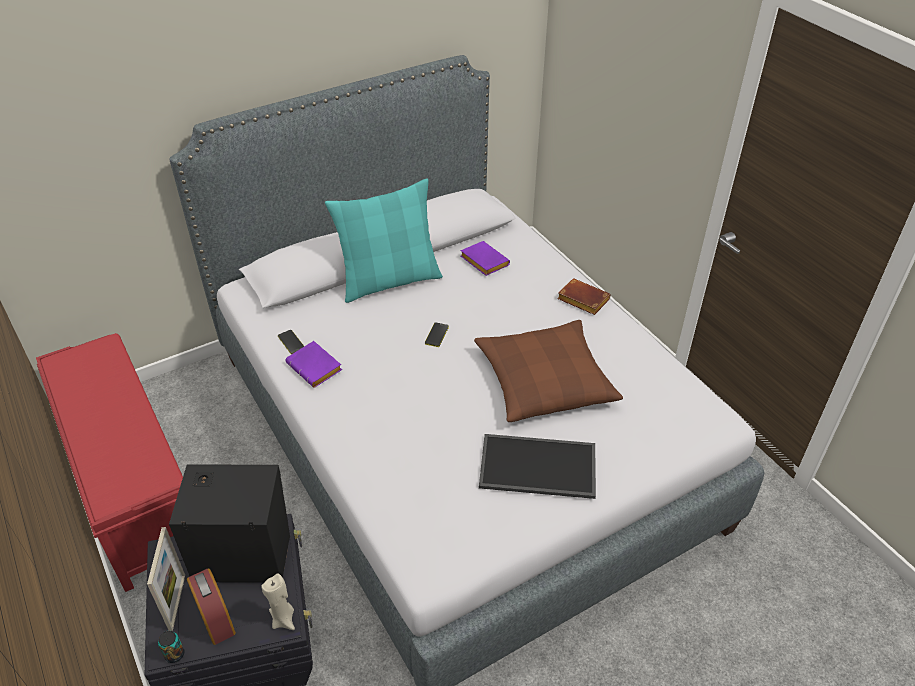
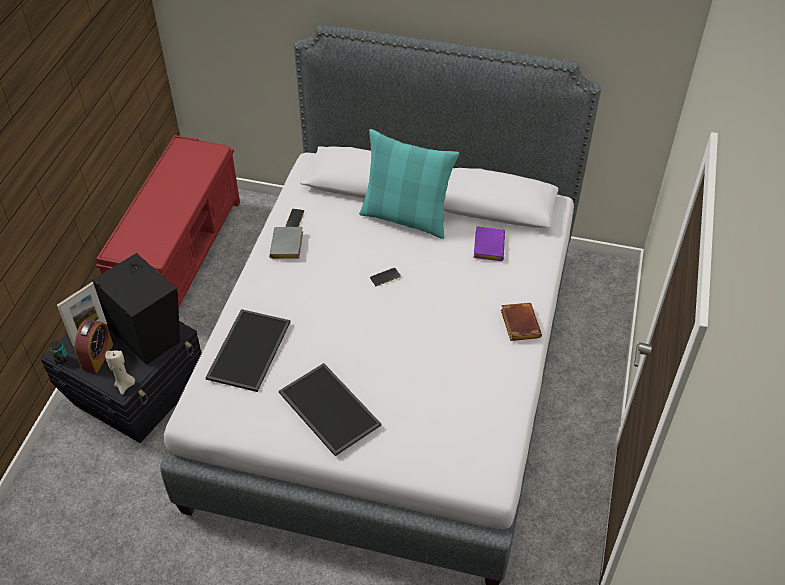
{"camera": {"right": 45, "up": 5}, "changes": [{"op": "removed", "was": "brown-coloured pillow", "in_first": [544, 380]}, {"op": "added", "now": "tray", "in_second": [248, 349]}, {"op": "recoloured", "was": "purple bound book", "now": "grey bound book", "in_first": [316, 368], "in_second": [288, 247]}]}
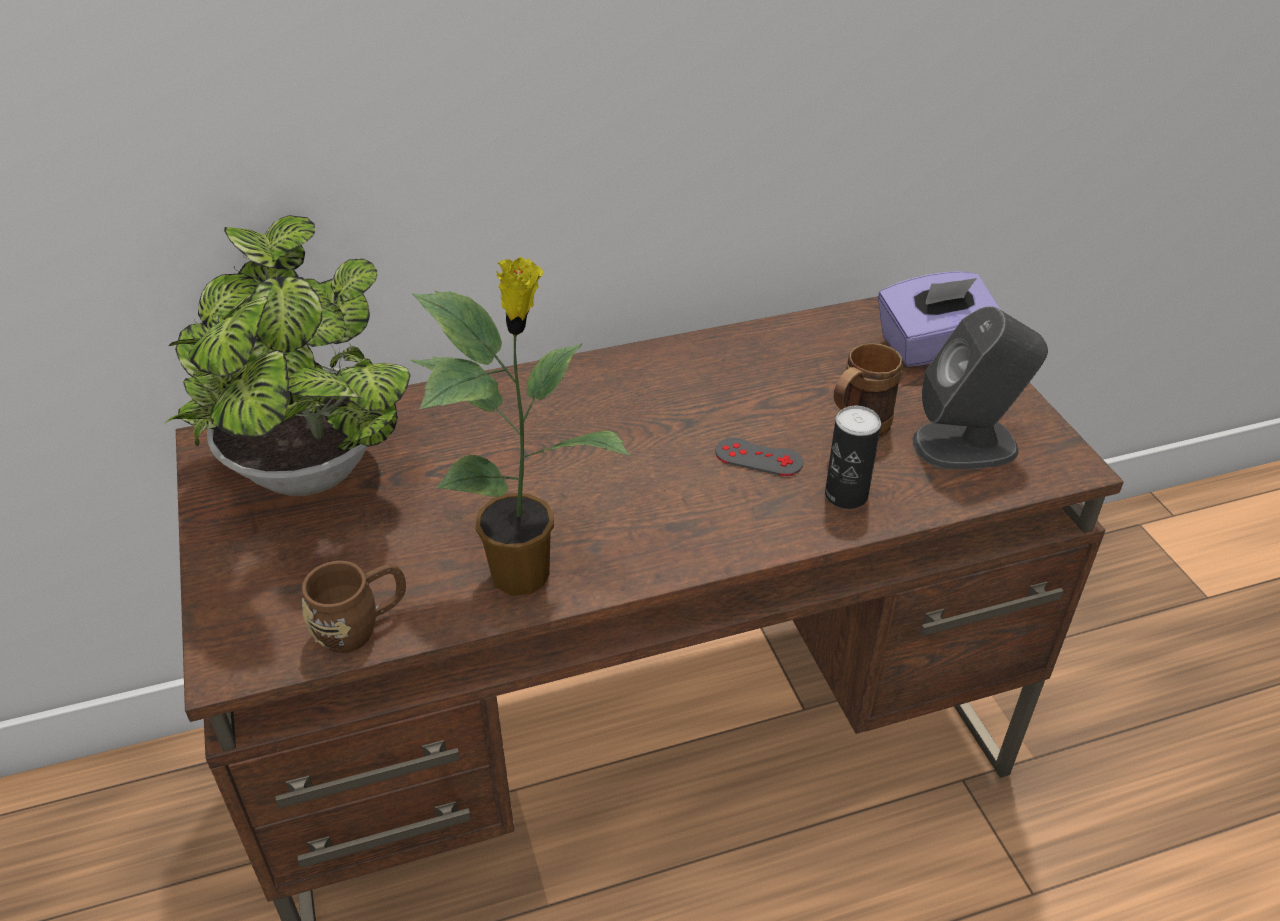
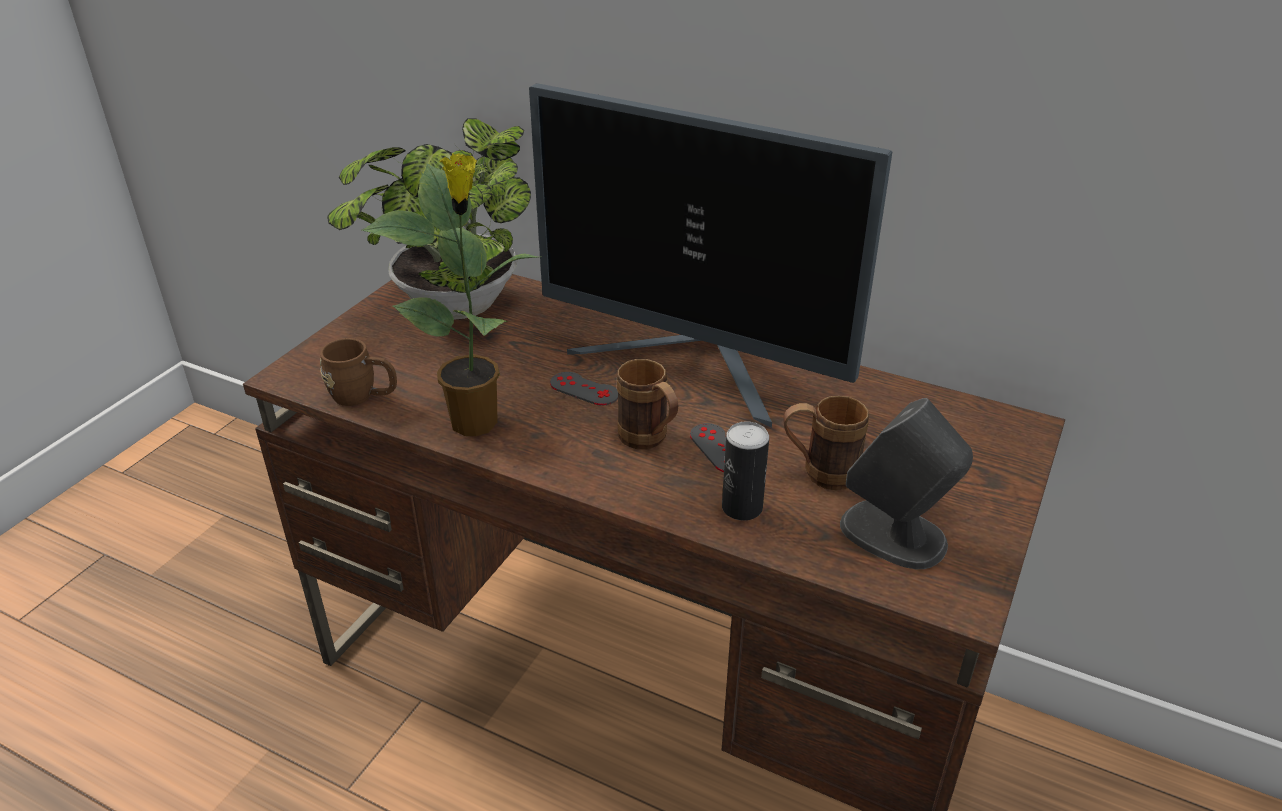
{"camera": {"right": 45, "up": -5}, "changes": [{"op": "removed", "was": "purple tissue holder", "in_first": [933, 347]}, {"op": "added", "now": "computer screen", "in_second": [694, 368]}, {"op": "added", "now": "grey joypad", "in_second": [584, 389]}, {"op": "added", "now": "brown-coloured coffee mug", "in_second": [649, 441]}]}
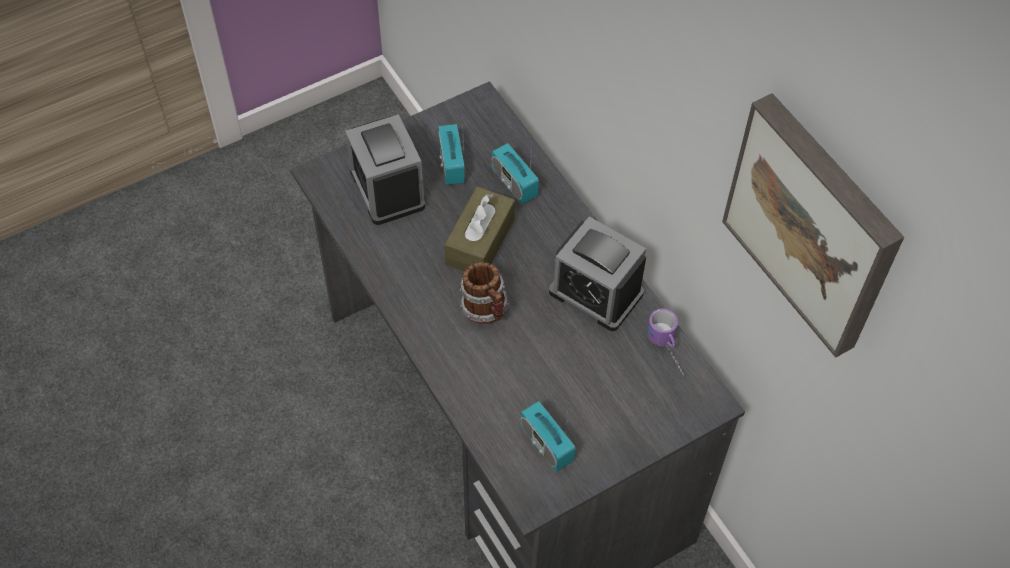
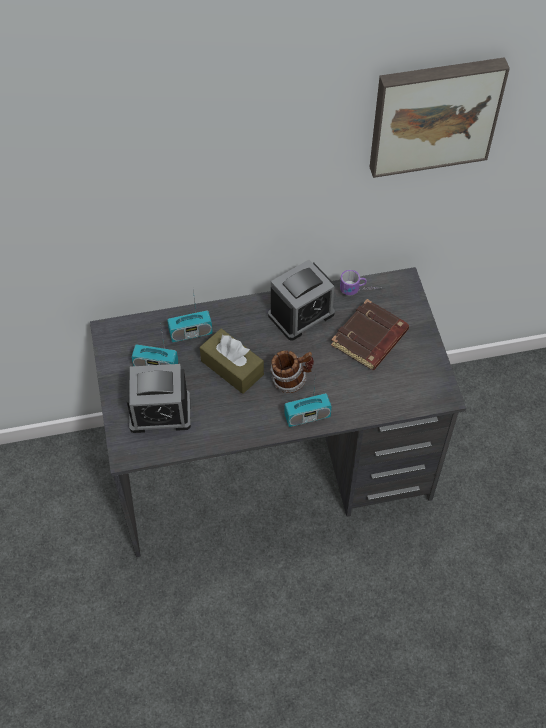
{"camera": {"right": -70, "up": 0}, "changes": [{"op": "added", "now": "brown-coloured bound book", "in_second": [370, 339]}, {"op": "moved", "was": "radio set", "in_first": [546, 444], "in_second": [307, 416]}]}
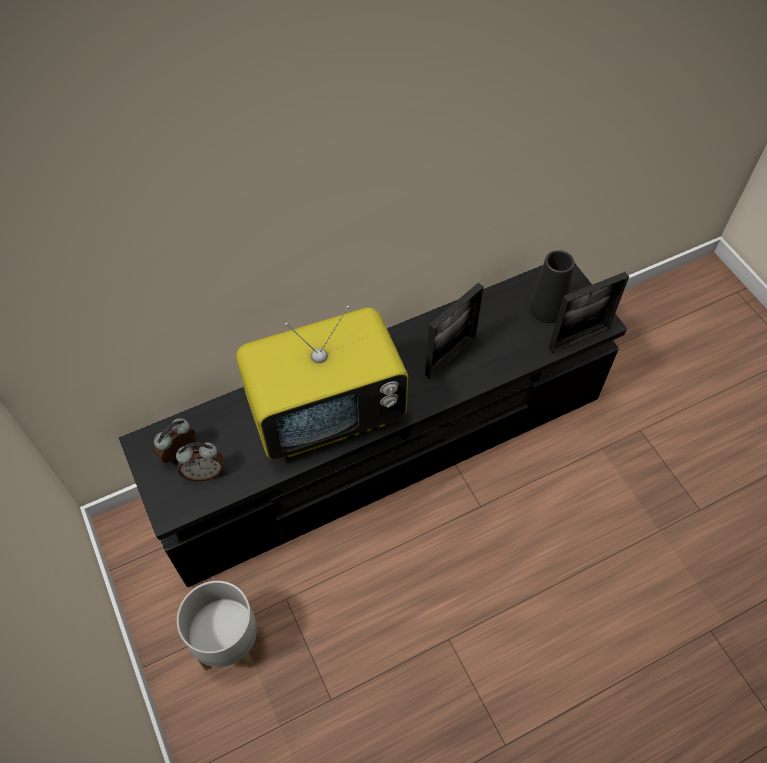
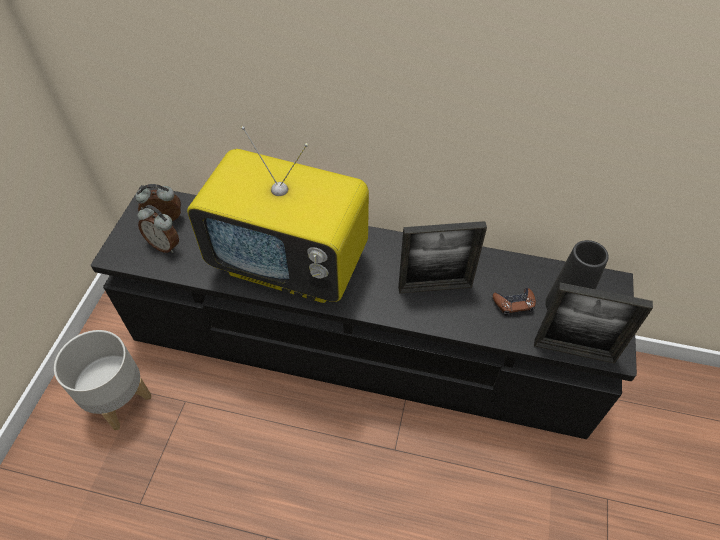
{"camera": {"right": 40, "up": -5}, "changes": [{"op": "added", "now": "brown-coloured joypad", "in_second": [514, 303]}]}
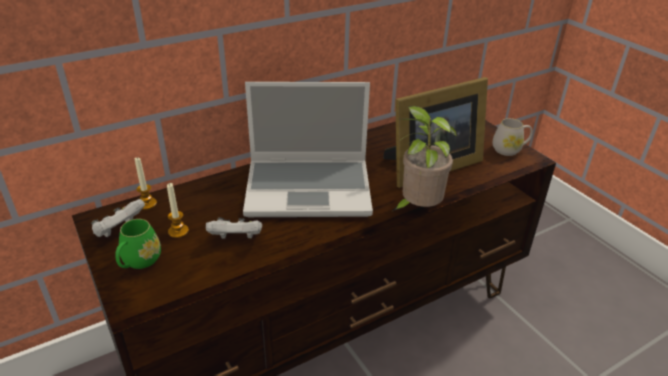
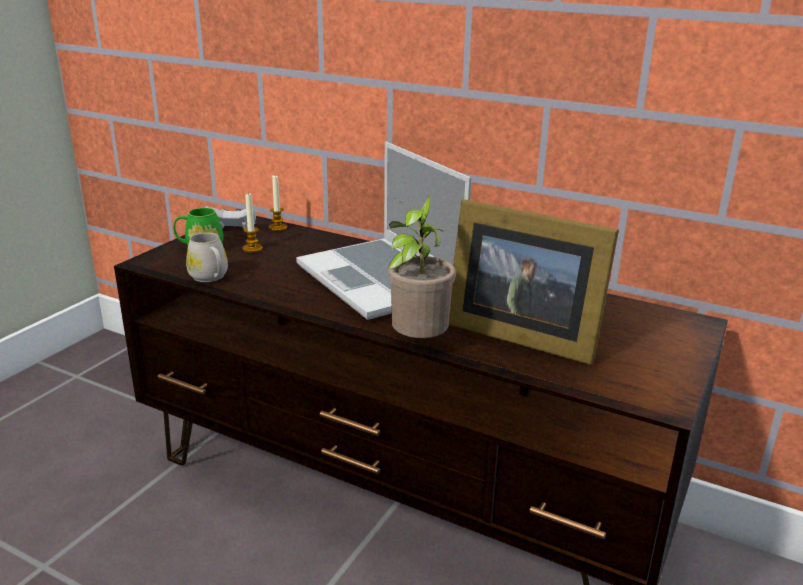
{"camera": {"right": 60, "up": -10}, "changes": [{"op": "removed", "was": "whitish joypad", "in_first": [236, 239]}, {"op": "moved", "was": "whitish coffee mug", "in_first": [510, 149], "in_second": [210, 278]}]}
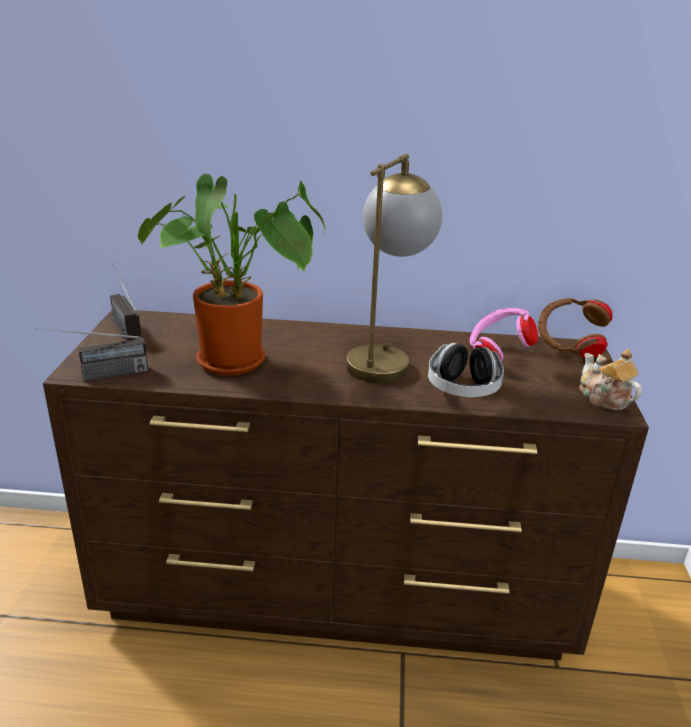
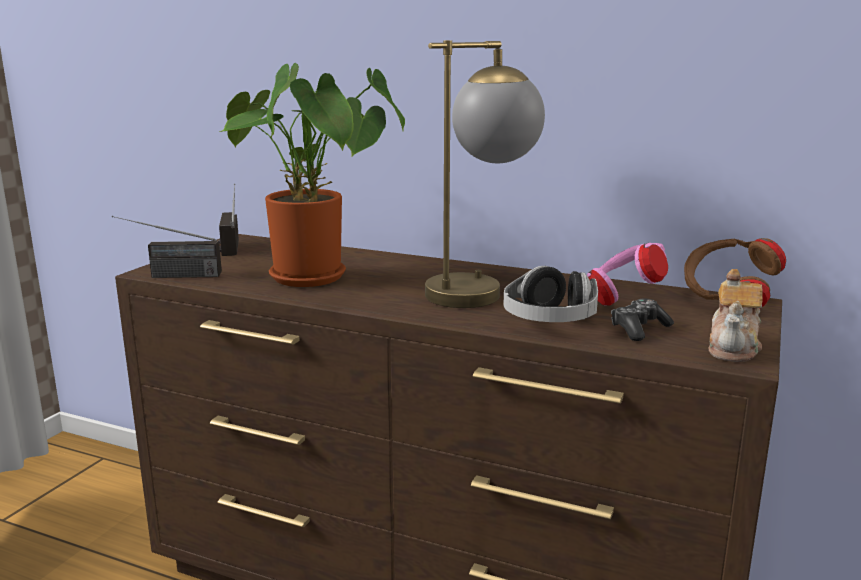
{"camera": {"right": 20, "up": -10}, "changes": [{"op": "added", "now": "joypad", "in_second": [639, 329]}, {"op": "turned", "was": "tea pot", "in_first": [603, 398], "in_second": [733, 348], "clockwise": -150}]}
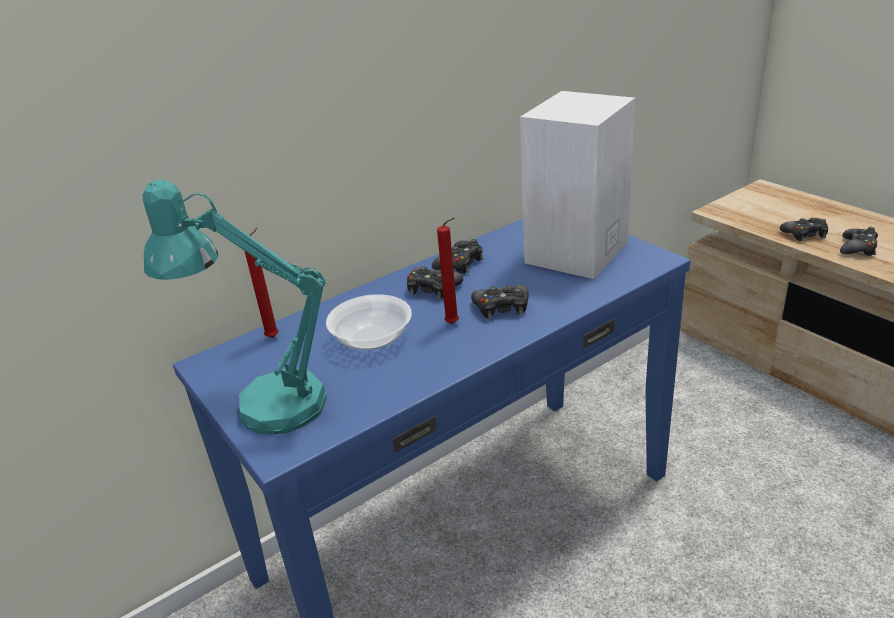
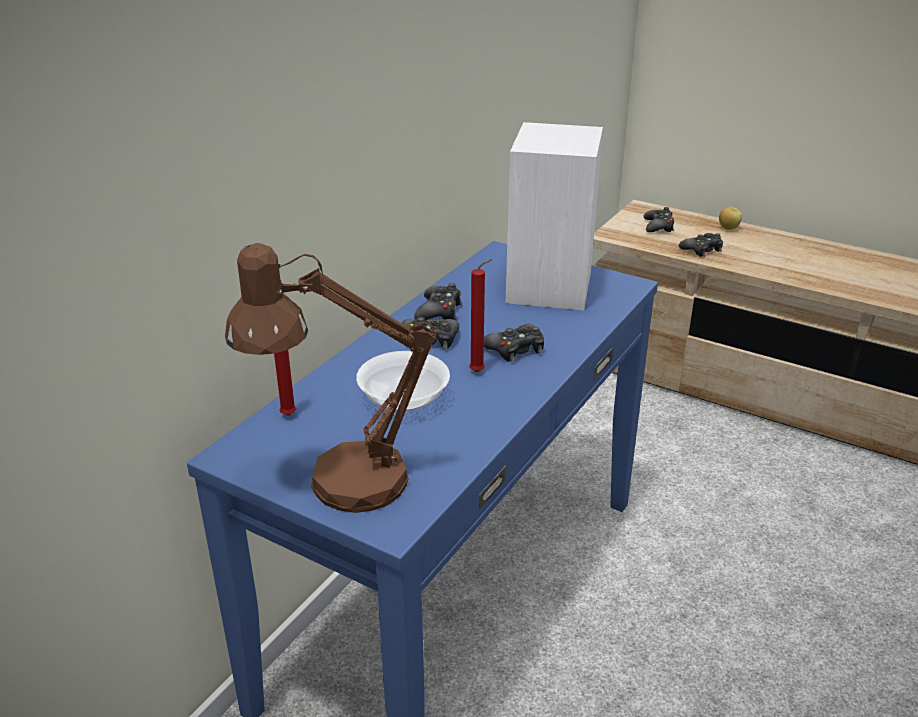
{"camera": {"right": -25, "up": 0}, "changes": [{"op": "added", "now": "apple", "in_second": [728, 228]}, {"op": "moved", "was": "blackish joypad", "in_first": [858, 248], "in_second": [658, 227]}, {"op": "recoloured", "was": "turquoise table lamp", "now": "brown-coloured table lamp", "in_first": [265, 404], "in_second": [338, 483]}]}
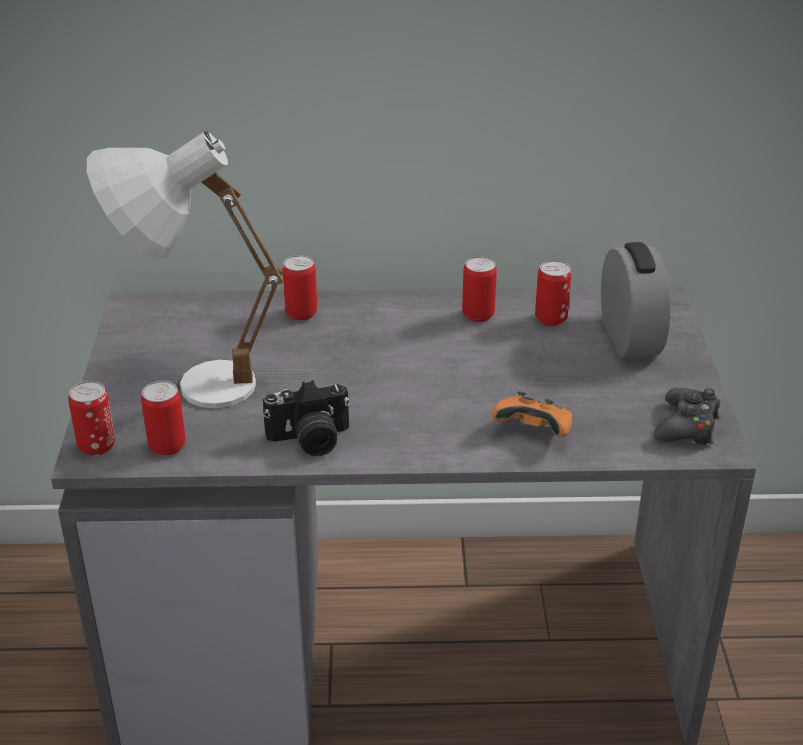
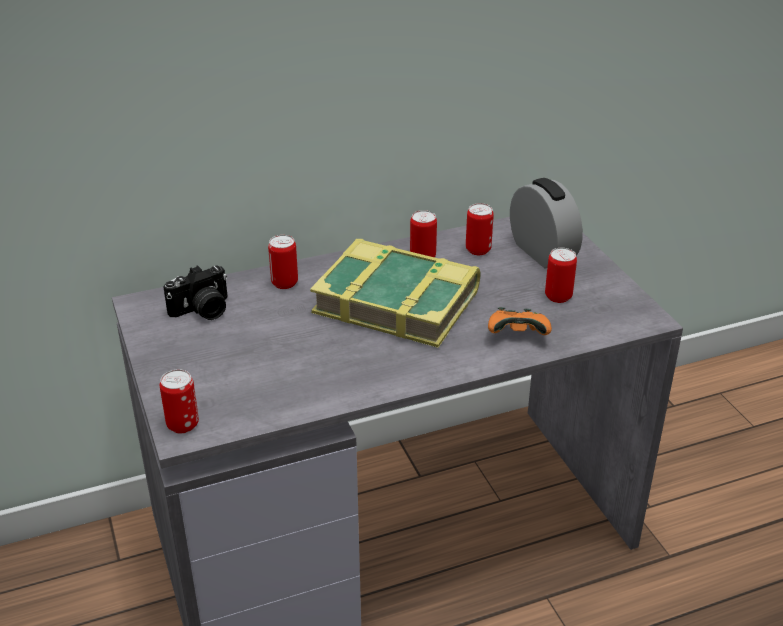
{"camera": {"right": -20, "up": 0}, "changes": [{"op": "removed", "was": "whitish table lamp", "in_first": [189, 384]}, {"op": "removed", "was": "blackish joypad", "in_first": [687, 426]}, {"op": "added", "now": "bound book", "in_second": [397, 301]}, {"op": "moved", "was": "metal can", "in_first": [167, 446], "in_second": [558, 296]}, {"op": "moved", "was": "still camera", "in_first": [310, 440], "in_second": [202, 311]}]}
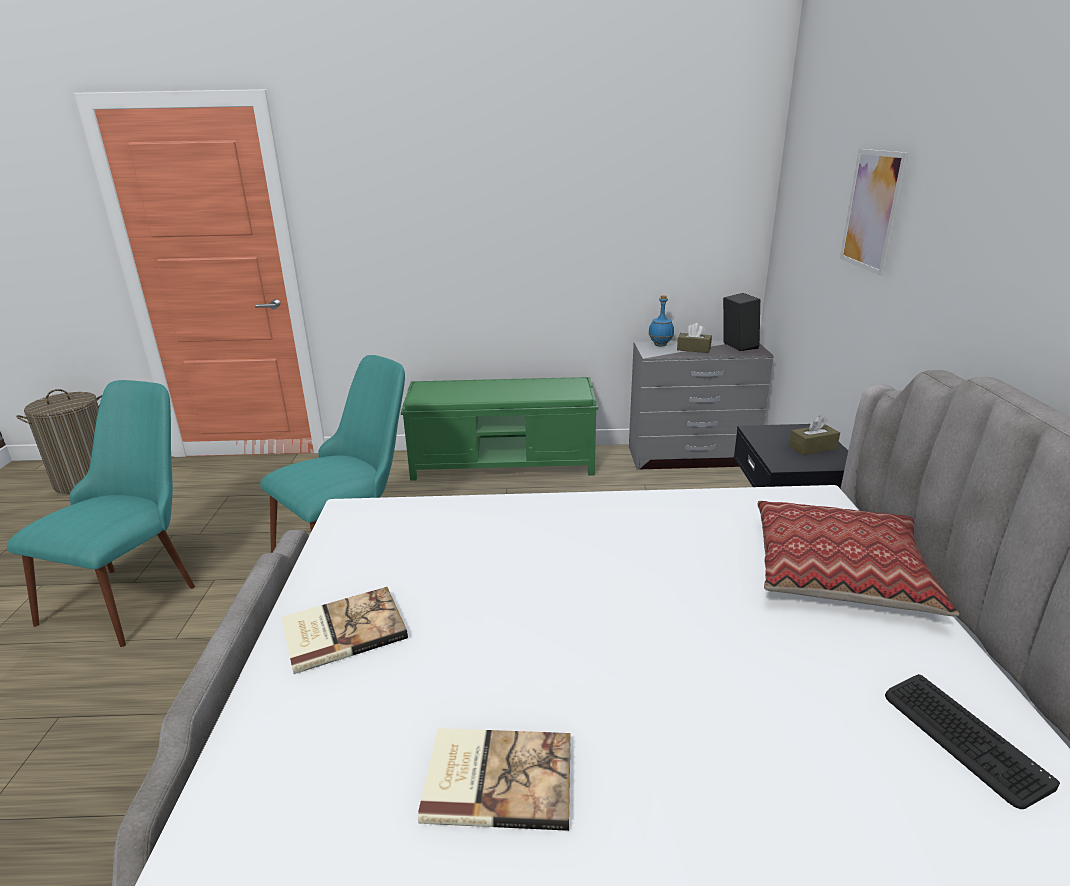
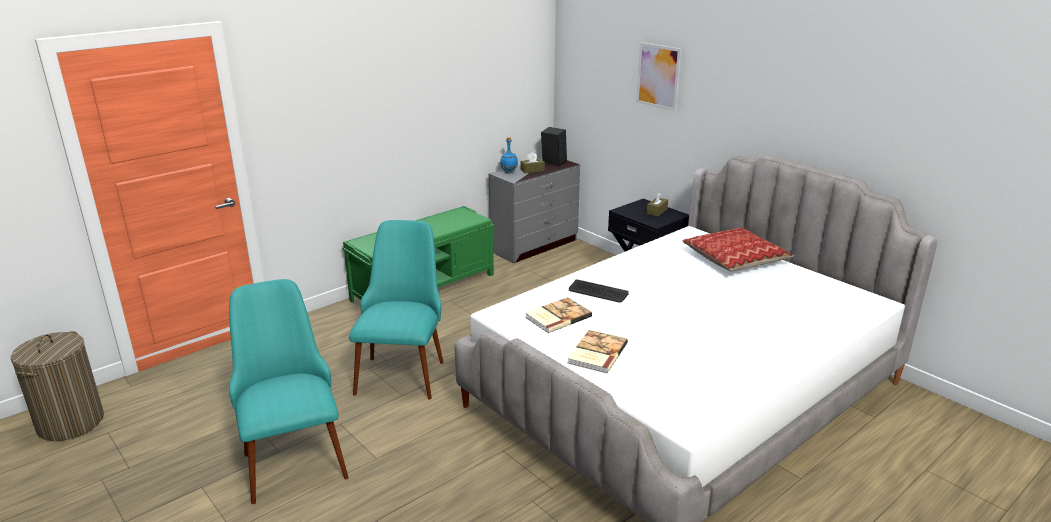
{"camera": {"right": -40, "up": 0}, "changes": [{"op": "moved", "was": "bound book", "in_first": [497, 778], "in_second": [557, 317]}, {"op": "moved", "was": "PC keyboard", "in_first": [963, 738], "in_second": [598, 292]}]}
